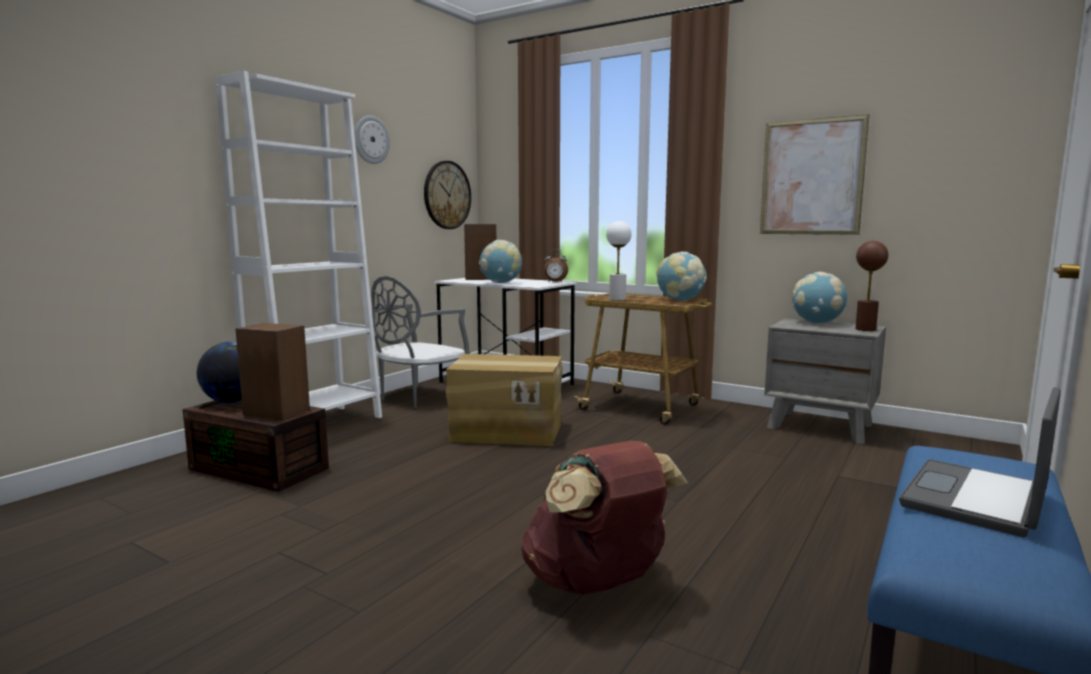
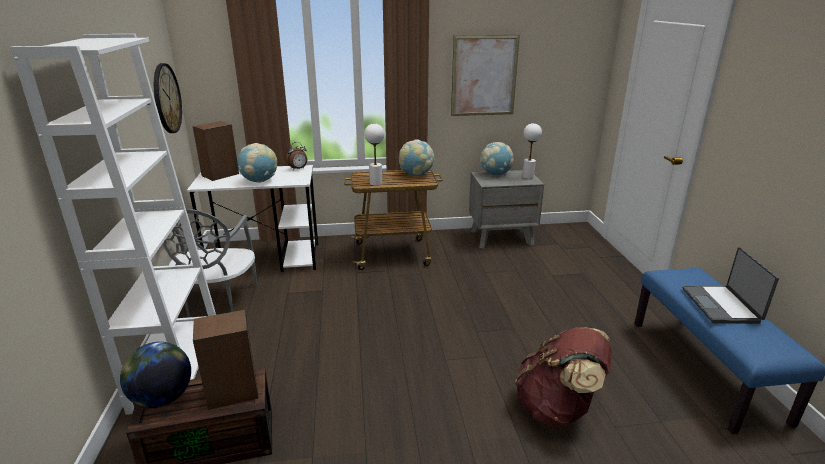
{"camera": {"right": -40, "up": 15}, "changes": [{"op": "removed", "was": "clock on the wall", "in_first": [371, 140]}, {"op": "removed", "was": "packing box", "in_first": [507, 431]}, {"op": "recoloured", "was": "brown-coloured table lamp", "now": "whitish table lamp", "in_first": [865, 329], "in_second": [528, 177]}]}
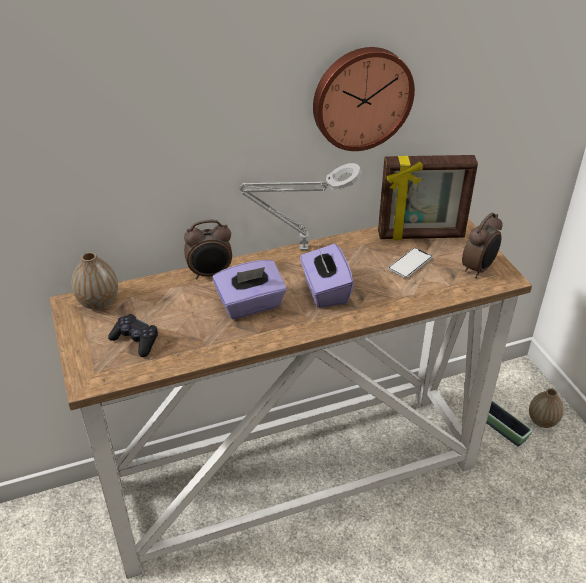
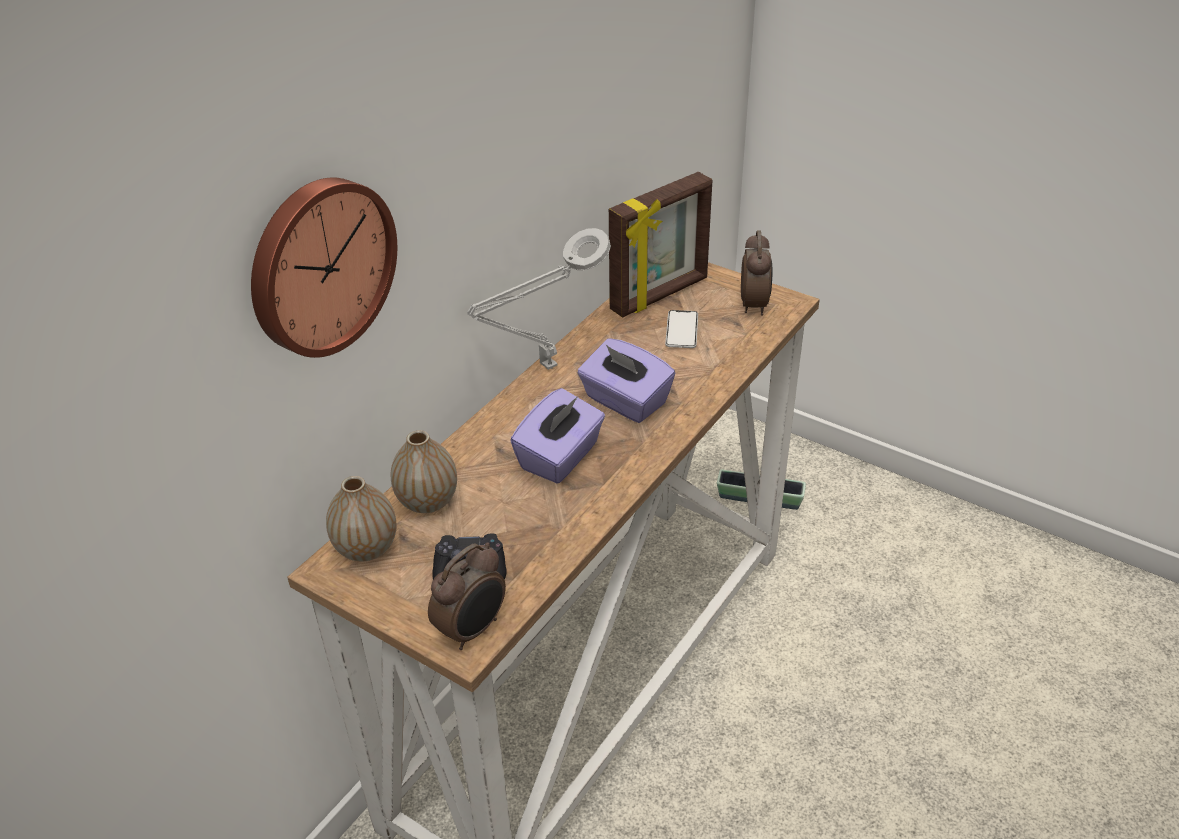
{"camera": {"right": -35, "up": 0}, "changes": [{"op": "moved", "was": "alarm clock", "in_first": [210, 274], "in_second": [473, 630]}, {"op": "moved", "was": "clock on the wall", "in_first": [361, 98], "in_second": [319, 265]}, {"op": "moved", "was": "vase", "in_first": [542, 421], "in_second": [427, 502]}]}
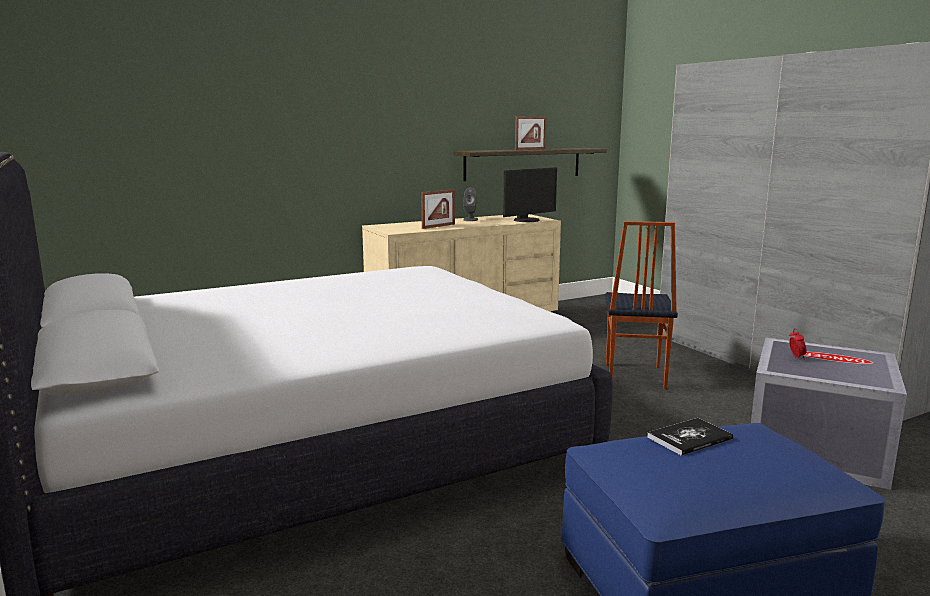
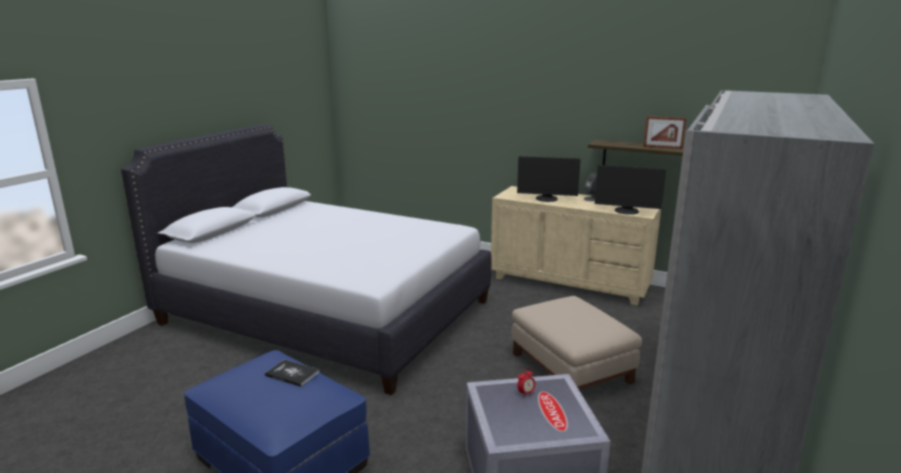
{"camera": {"right": 55, "up": 5}, "changes": [{"op": "replaced", "was": "picture frame", "now": "computer screen", "in_first": [438, 226], "in_second": [546, 199]}, {"op": "replaced", "was": "upright chair", "now": "sand-coloured ottoman", "in_first": [633, 376], "in_second": [570, 367]}]}
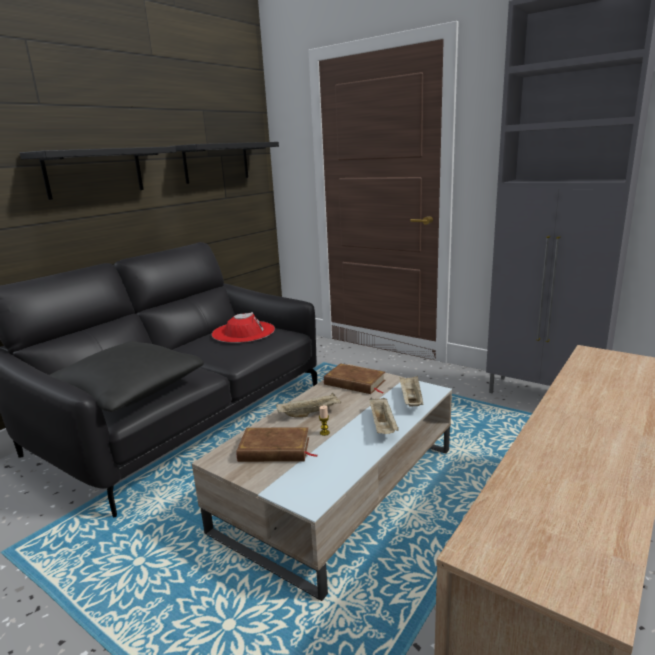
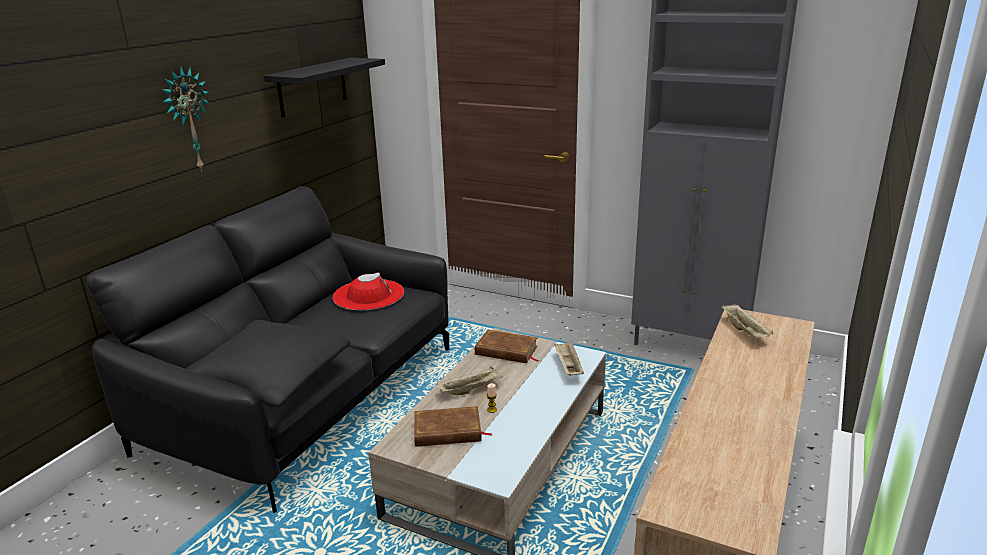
{"camera": {"right": -10, "up": 5}, "changes": [{"op": "moved", "was": "sand-coloured tray", "in_first": [383, 426], "in_second": [745, 331]}, {"op": "replaced", "was": "blackish bracket shelf", "now": "clock on the wall", "in_first": [94, 172], "in_second": [188, 120]}]}
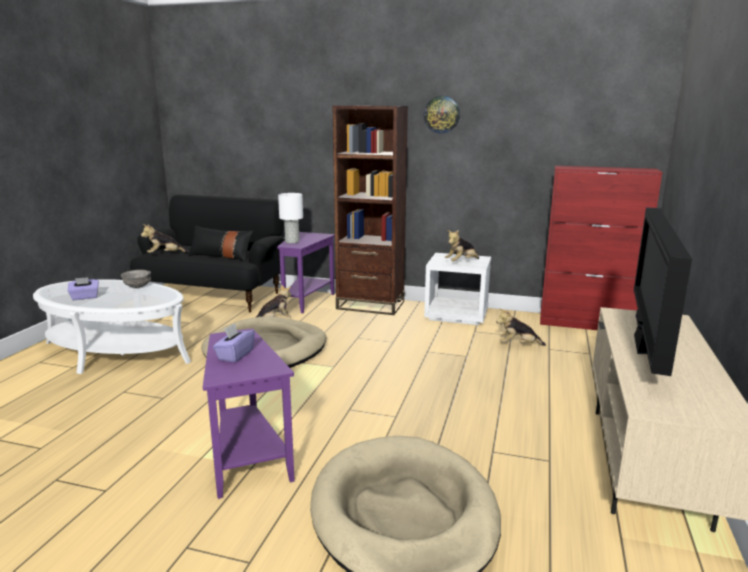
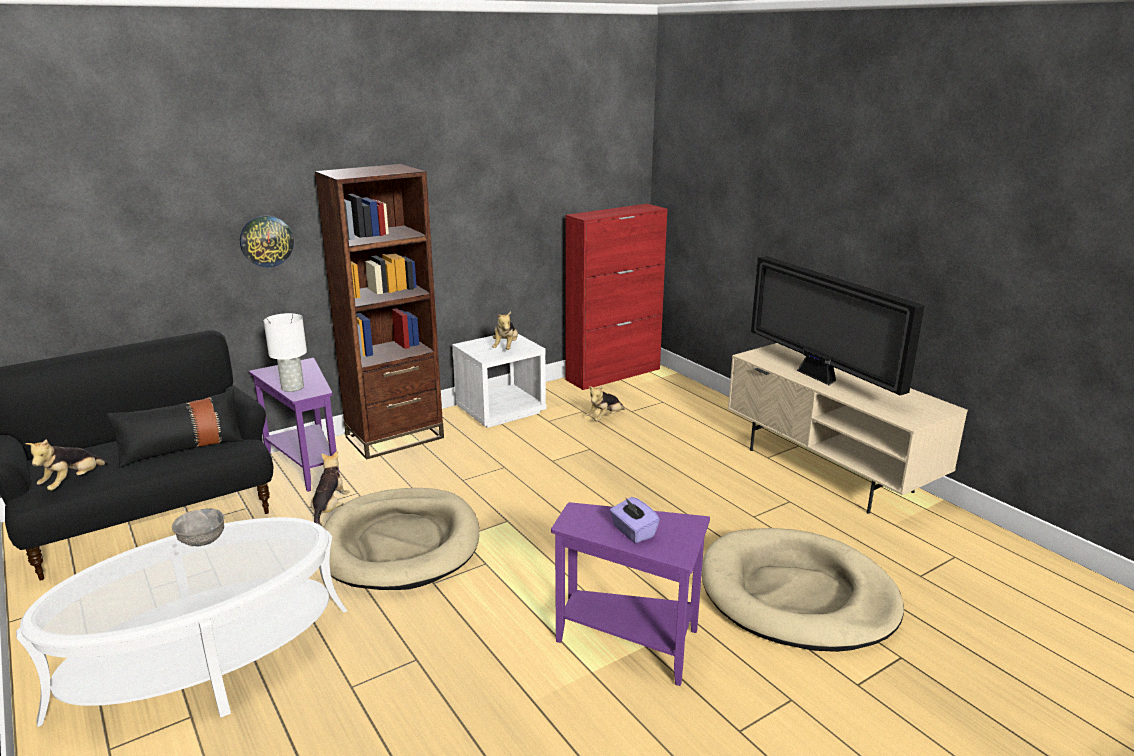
{"camera": {"right": -50, "up": 5}, "changes": [{"op": "removed", "was": "purple tissue holder", "in_first": [85, 297]}, {"op": "moved", "was": "clock on the wall", "in_first": [441, 114], "in_second": [266, 241]}]}
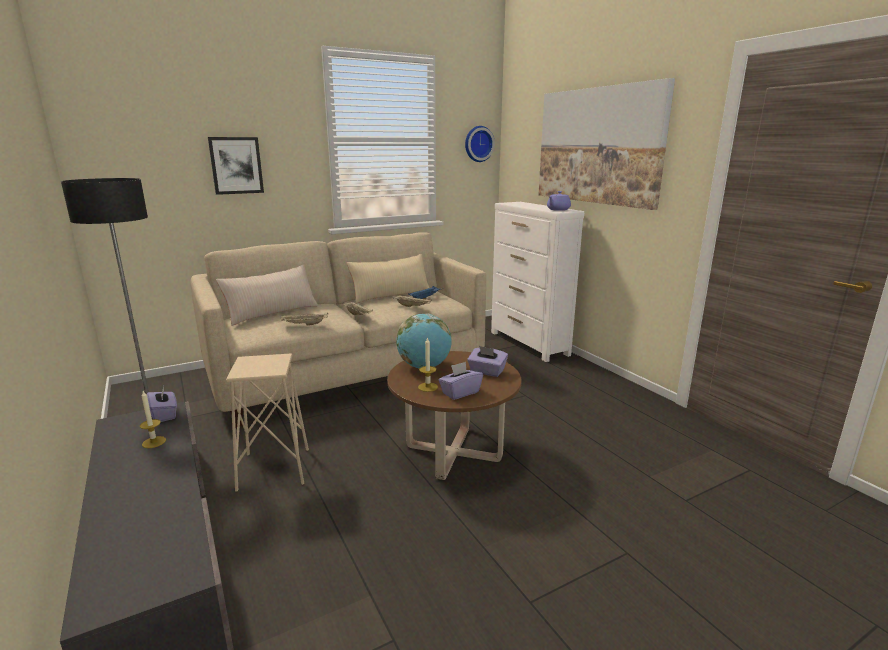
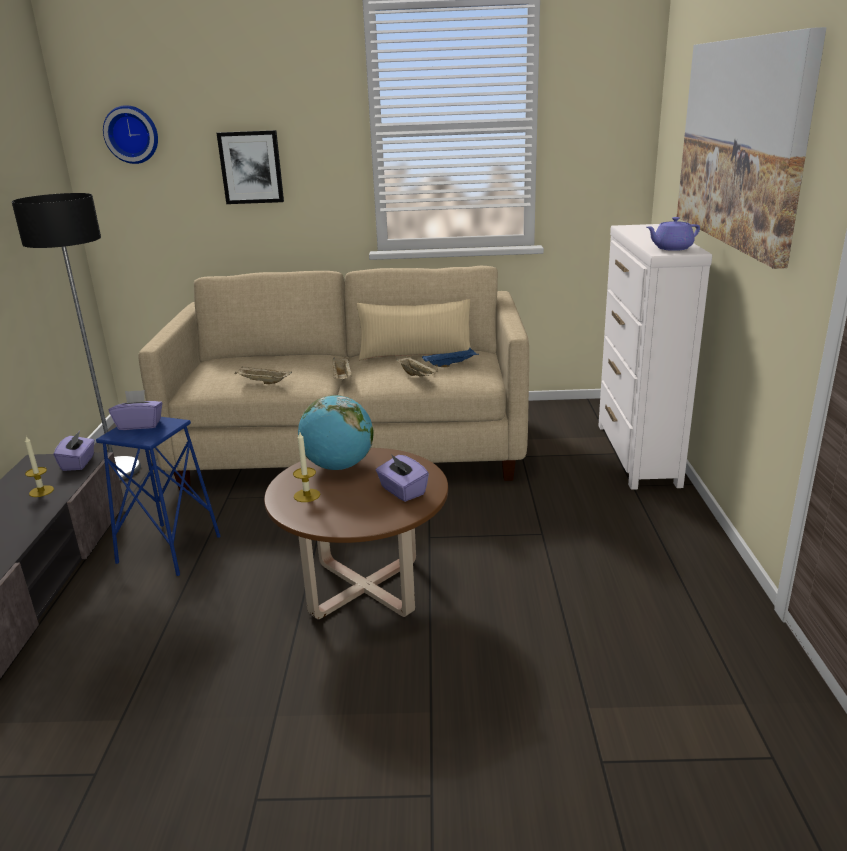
{"camera": {"right": 30, "up": 5}, "changes": [{"op": "removed", "was": "sand-coloured pillow", "in_first": [272, 313]}, {"op": "moved", "was": "purple tissue holder", "in_first": [460, 392], "in_second": [140, 425]}, {"op": "moved", "was": "clock on the wall", "in_first": [478, 144], "in_second": [132, 134]}, {"op": "recoloured", "was": "sand-coloured stool", "now": "blue stool", "in_first": [274, 468], "in_second": [169, 549]}]}
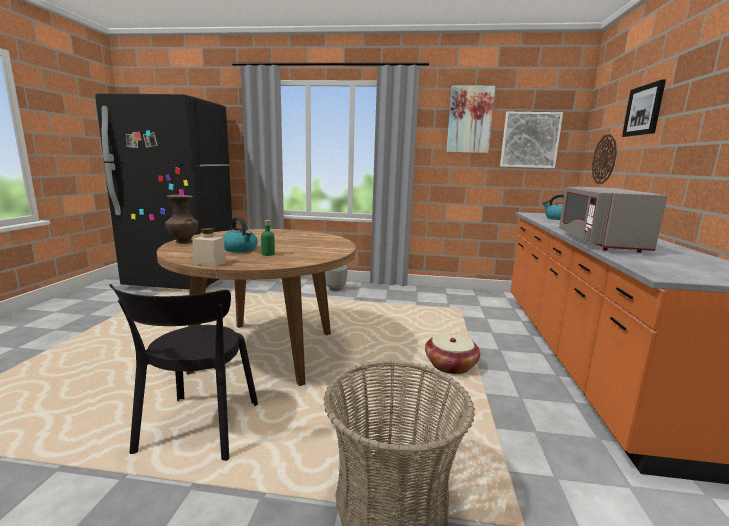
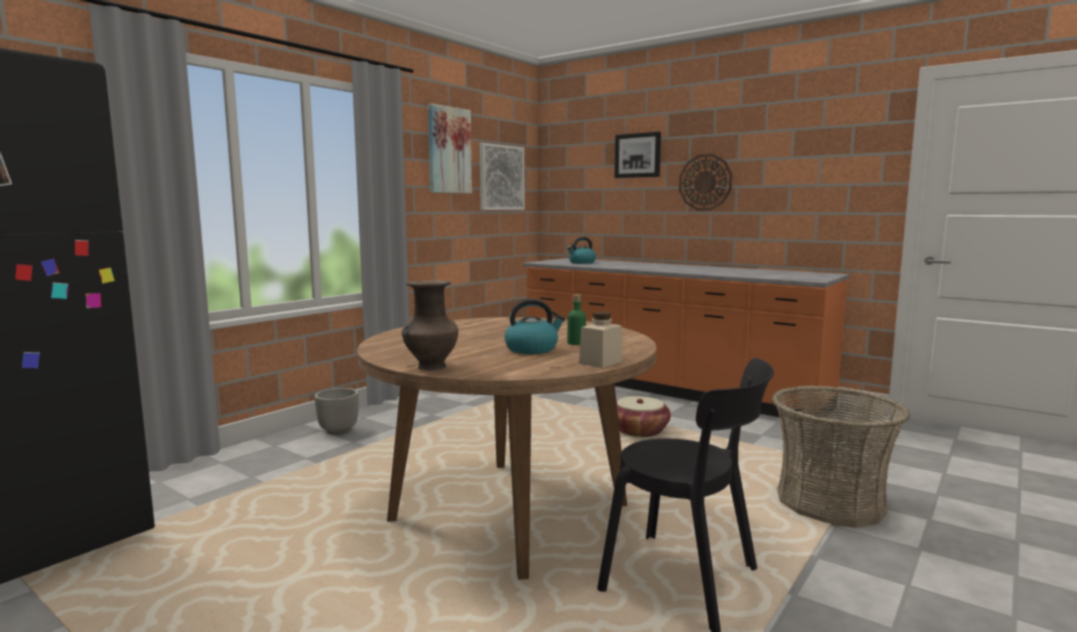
{"camera": {"right": -60, "up": -5}, "changes": [{"op": "removed", "was": "grey kitchen microwave", "in_first": [599, 242]}, {"op": "moved", "was": "clock on the wall", "in_first": [604, 159], "in_second": [705, 182]}]}
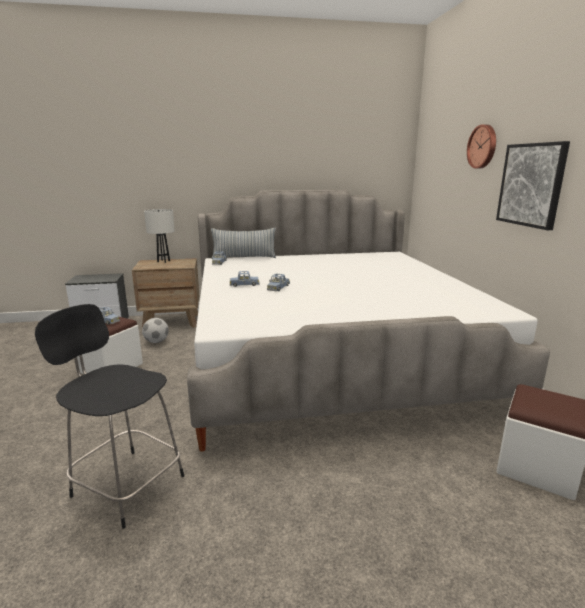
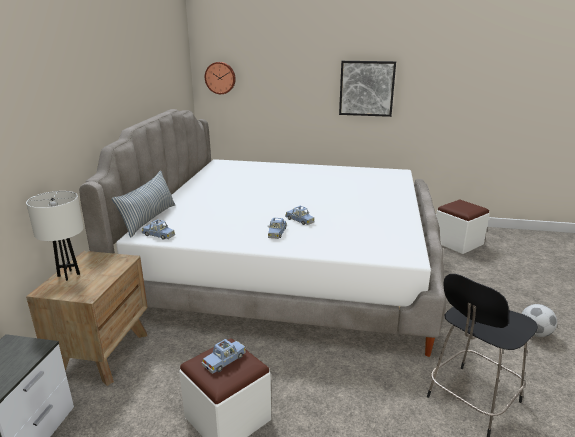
{"camera": {"right": -70, "up": 5}, "changes": [{"op": "moved", "was": "football", "in_first": [156, 342], "in_second": [535, 333]}, {"op": "moved", "was": "clock on the wall", "in_first": [483, 146], "in_second": [220, 78]}]}
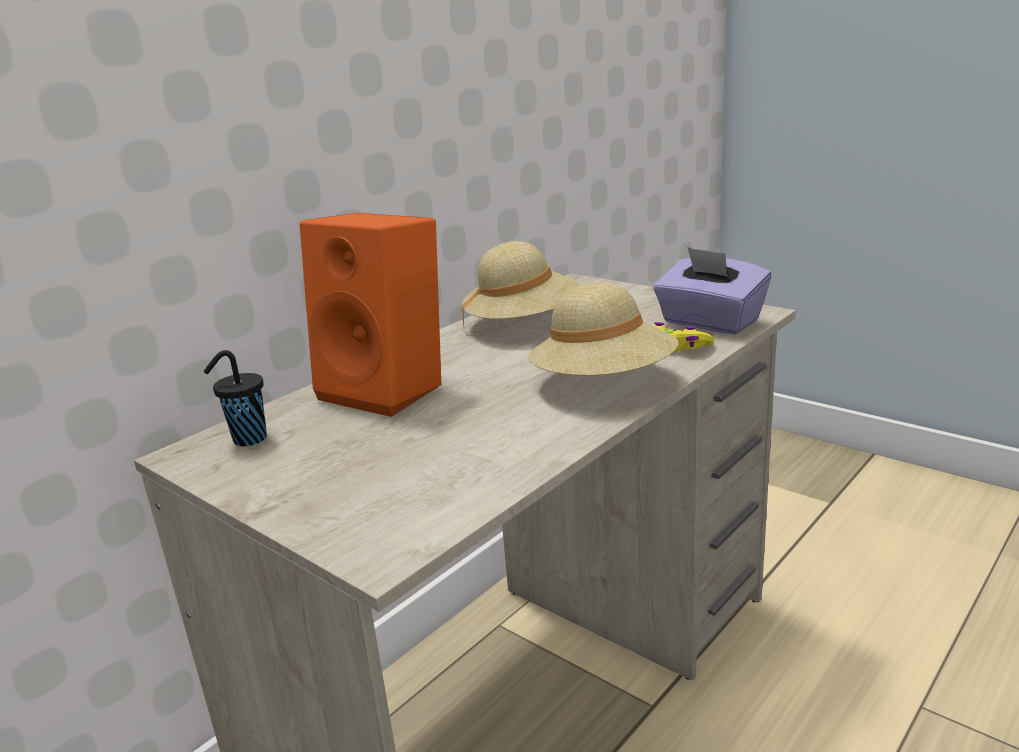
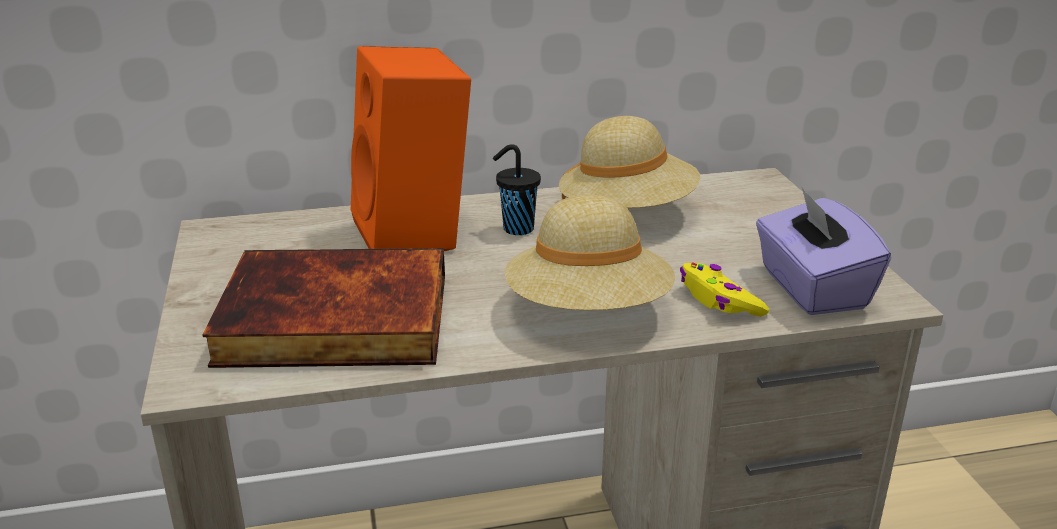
{"camera": {"right": 35, "up": 5}, "changes": [{"op": "added", "now": "bound book", "in_second": [333, 321]}, {"op": "moved", "was": "blackish small cup", "in_first": [247, 439], "in_second": [516, 229]}]}
